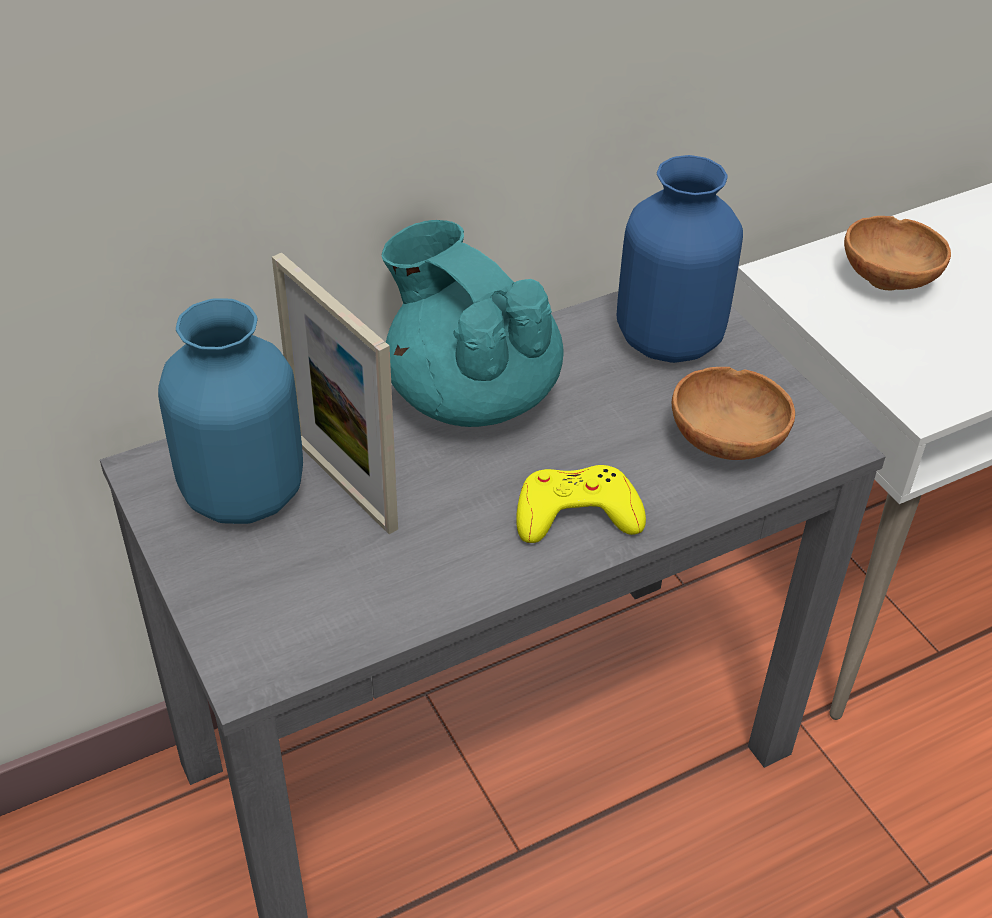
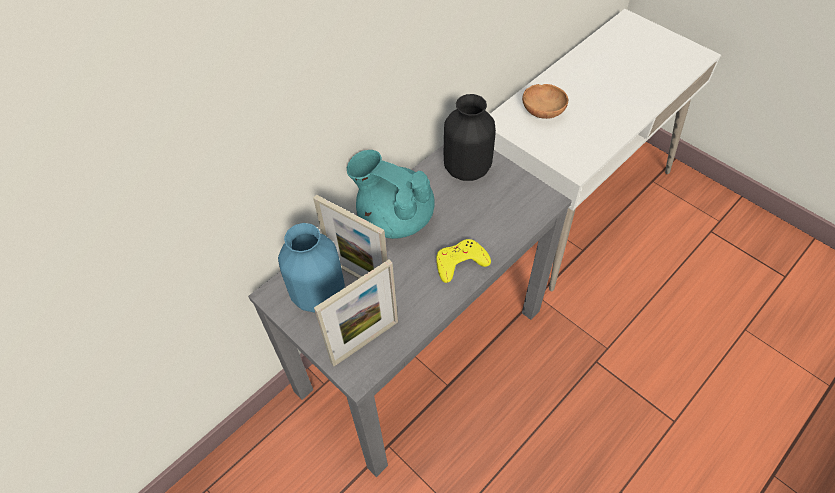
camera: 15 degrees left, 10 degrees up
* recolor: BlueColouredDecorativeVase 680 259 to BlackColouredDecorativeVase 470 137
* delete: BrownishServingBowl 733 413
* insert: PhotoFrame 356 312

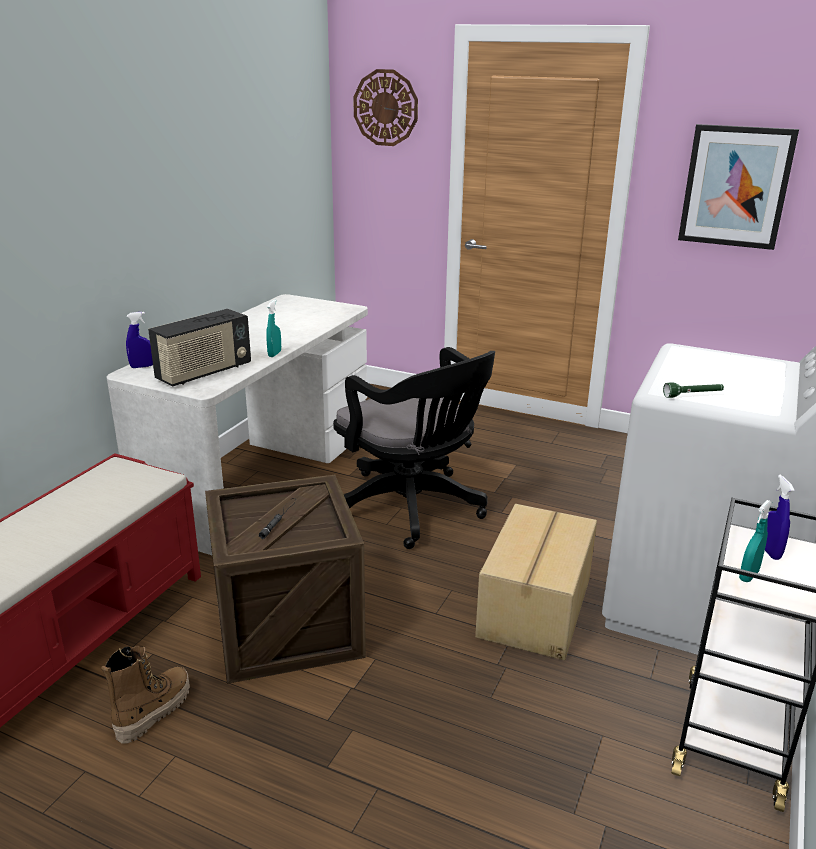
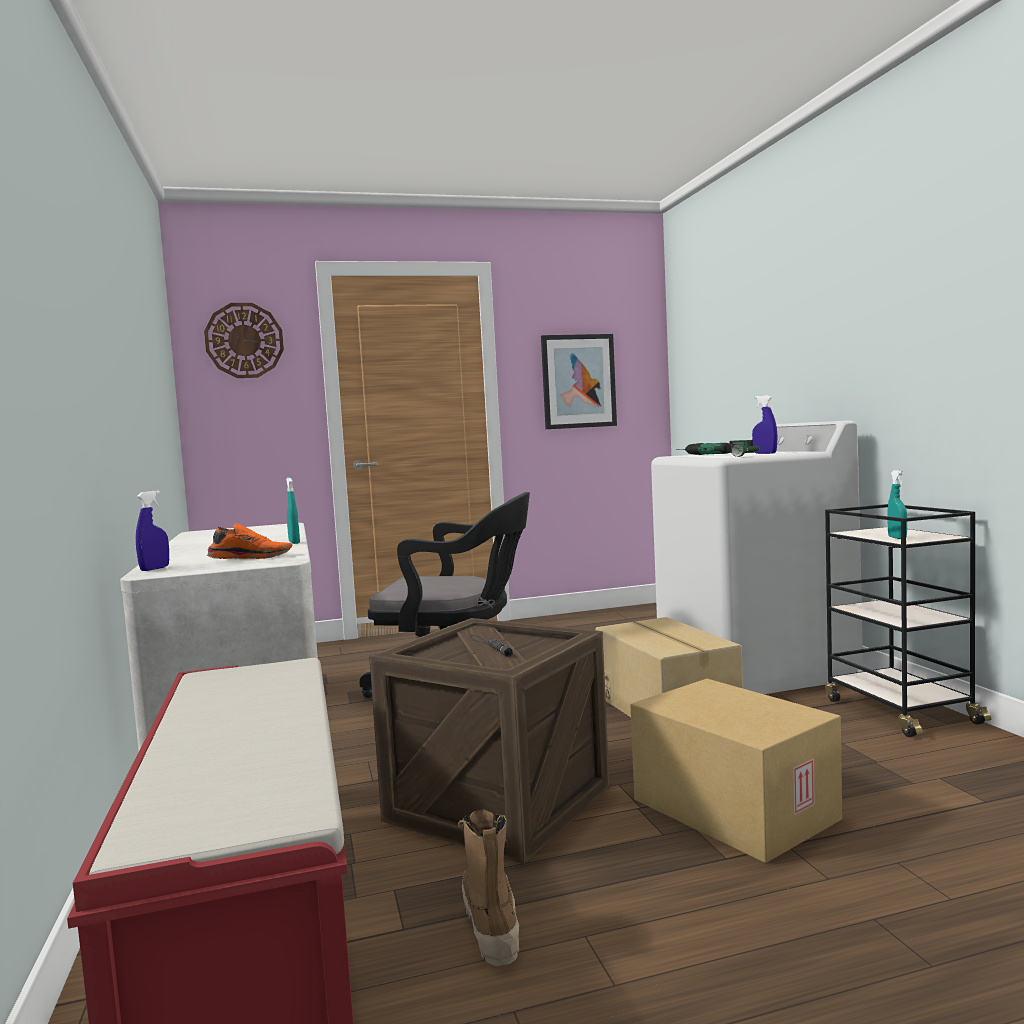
camera: 40 degrees left, 20 degrees down
* replace: Radio 199 347 to OrangeColouredLowShoe 250 541
* move: BlueColouredSprayBottle 780 517 to 765 424
* insert: Drill 715 447
* insert: PackingBox 736 771

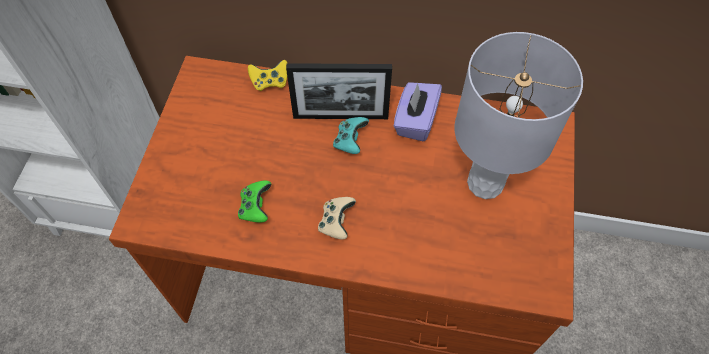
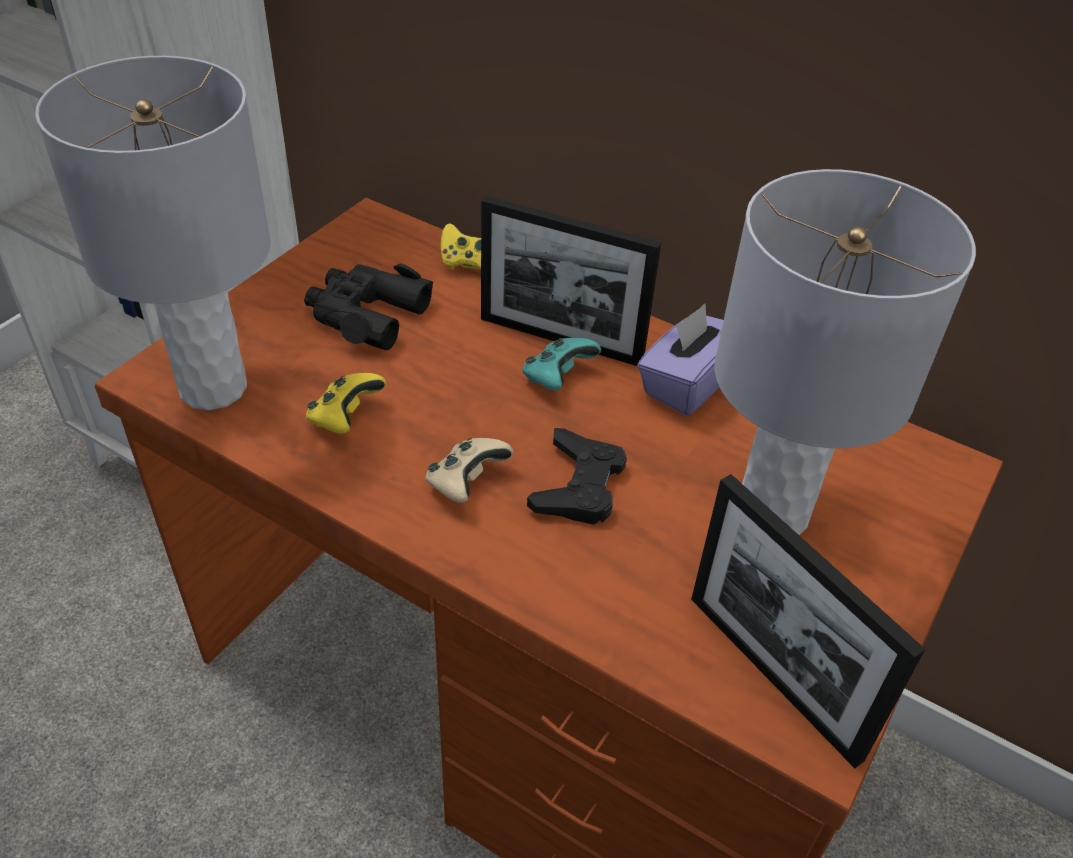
camera: 20 degrees right, 15 degrees down
* recolor: GreenColouredJoypad 254 201 to YellowJoypad 346 403
* insert: GrayTableLamp 153 233
* insert: BlackColouredPairOfBinoculars 368 307
* insert: BlackColouredJoypad 577 476
* insert: PhotoFrame 808 621

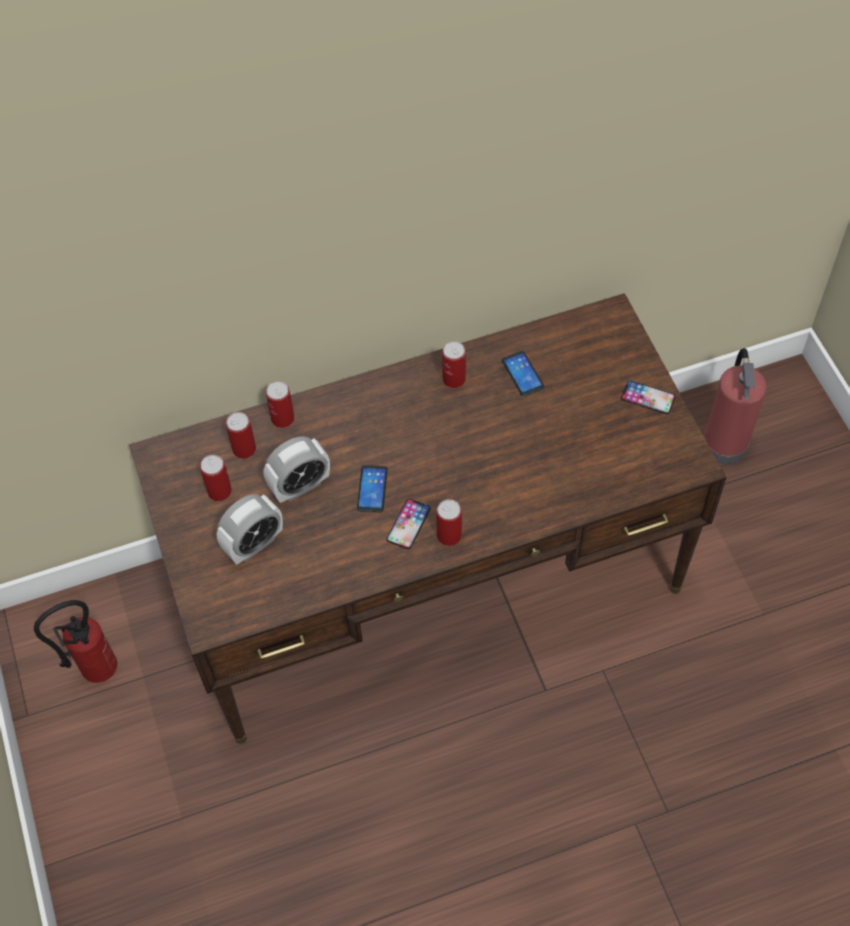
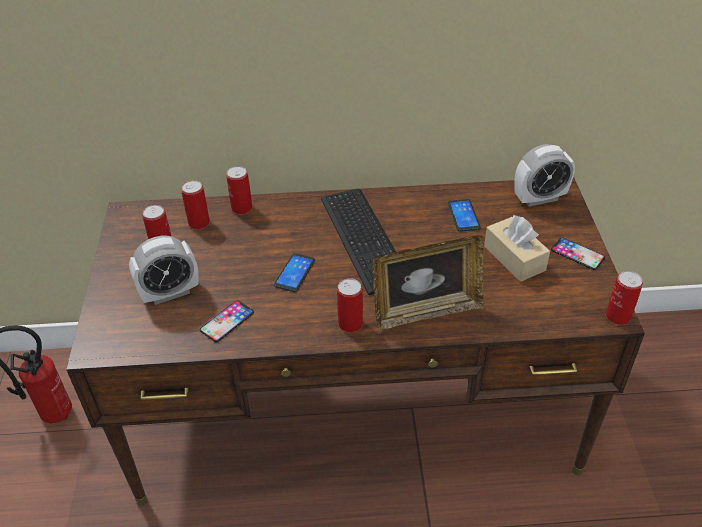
camera: 15 degrees right, 15 degrees down
* move: Can 454 364 to 624 298
* delete: FireExtinguisher 735 406
* move: AlarmClock 297 469 to 544 175
* move: Telephone 408 524 to 227 321
* insert: ComputerKeyboard 358 242
* insert: BeigeTissueHolder 517 248
* insert: PhotoFrame 428 282

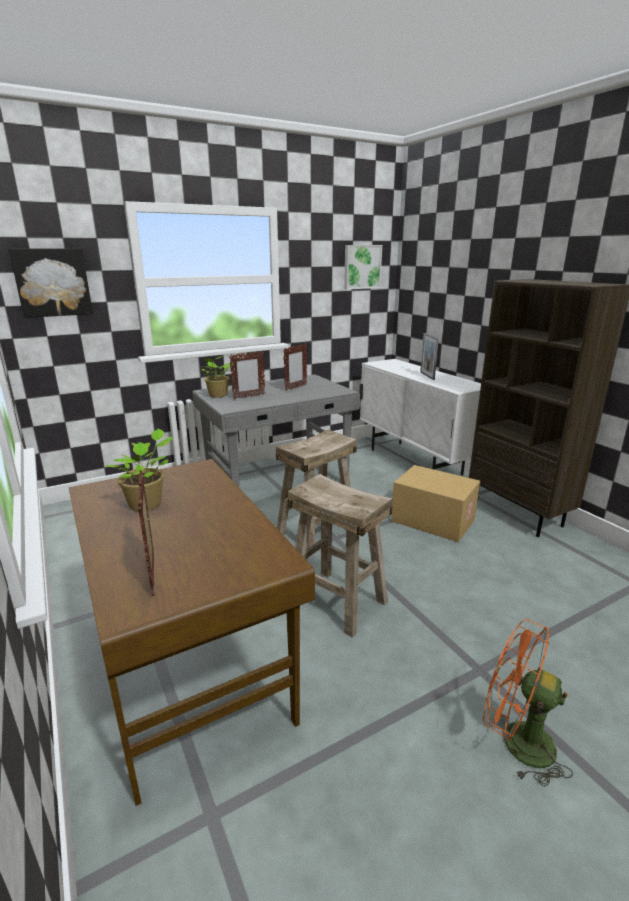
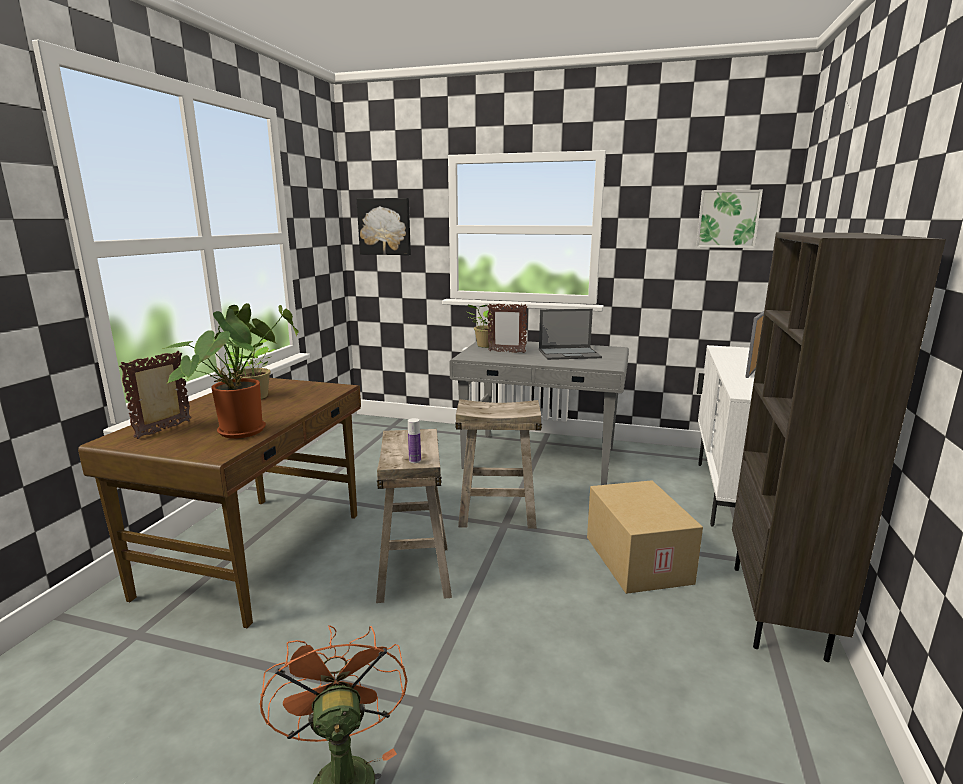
camera: 45 degrees right, 5 degrees down
* replace: PhotoFrame 295 367 to Laptop 570 334
* insert: PlantInAPot 230 371
* insert: DrinkBottle 414 440

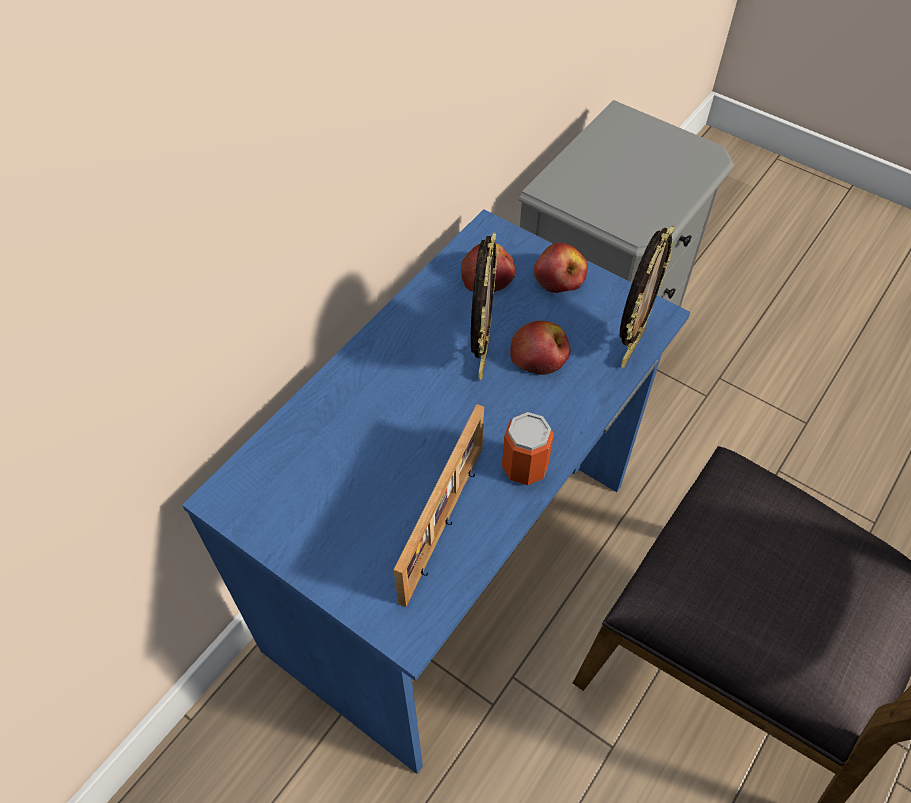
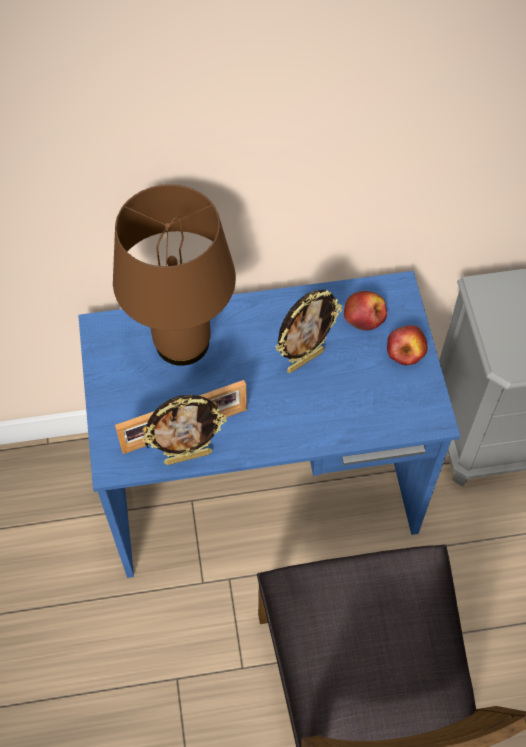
camera: 45 degrees right, 5 degrees up
* move: PhotoFrame 647 296 to 184 429
* delete: WholeApple 540 348
* delete: Can 528 448
* insert: BrownishTableLamp 174 275

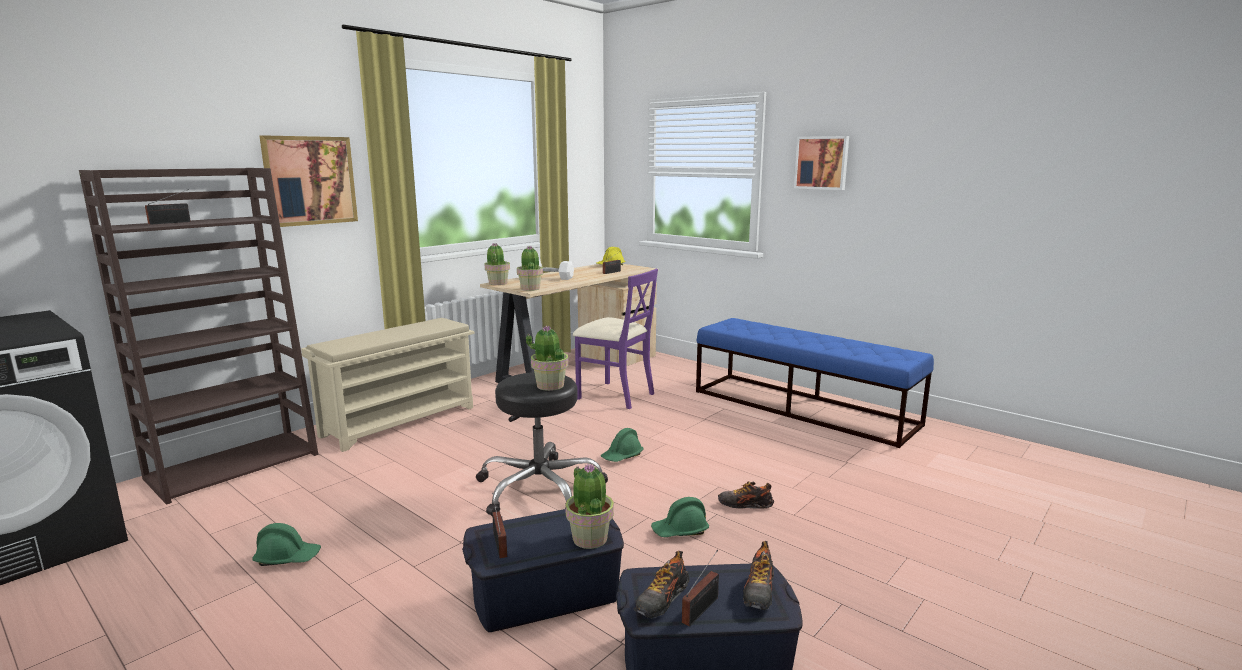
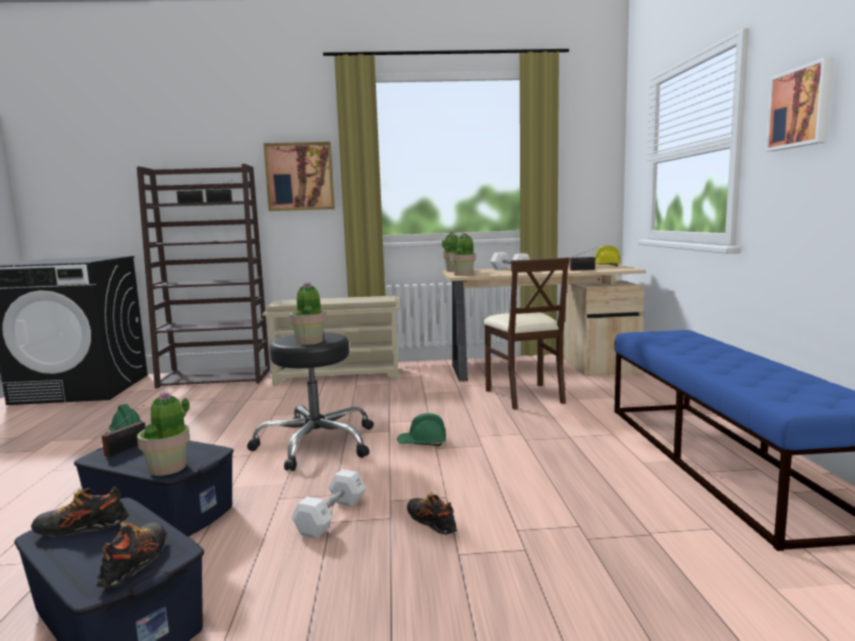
camera: 45 degrees right, 5 degrees down
* recolor: PurpleUprightChair 615 339 to BeigeUprightChair 526 333
* replace: GreenColouredWorkHelmet 680 517 to WhitishFreeWeight 328 503
* rotate: LowShoe 758 575 = 131 554 120 degrees clockwise
* move: Radio 700 588 to 219 191

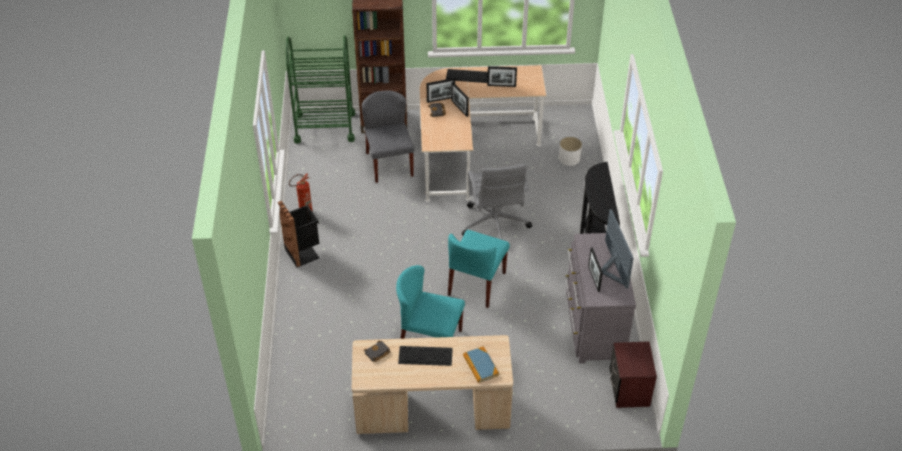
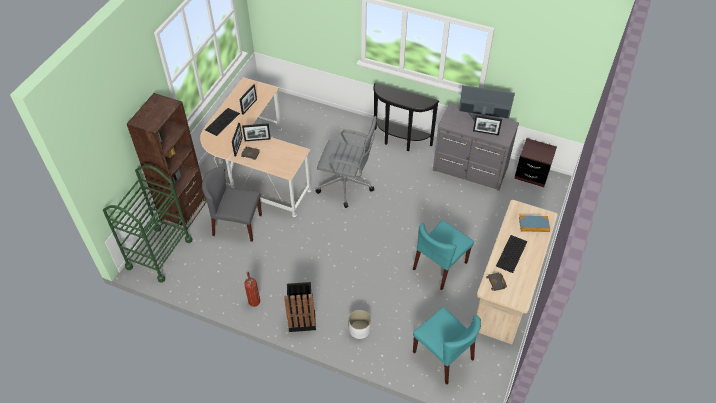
camera: 65 degrees left, 5 degrees up
* move: WhitishPlantPot 570 151 to 360 324
* move: TurquoiseUprightChair 479 269 to 447 346

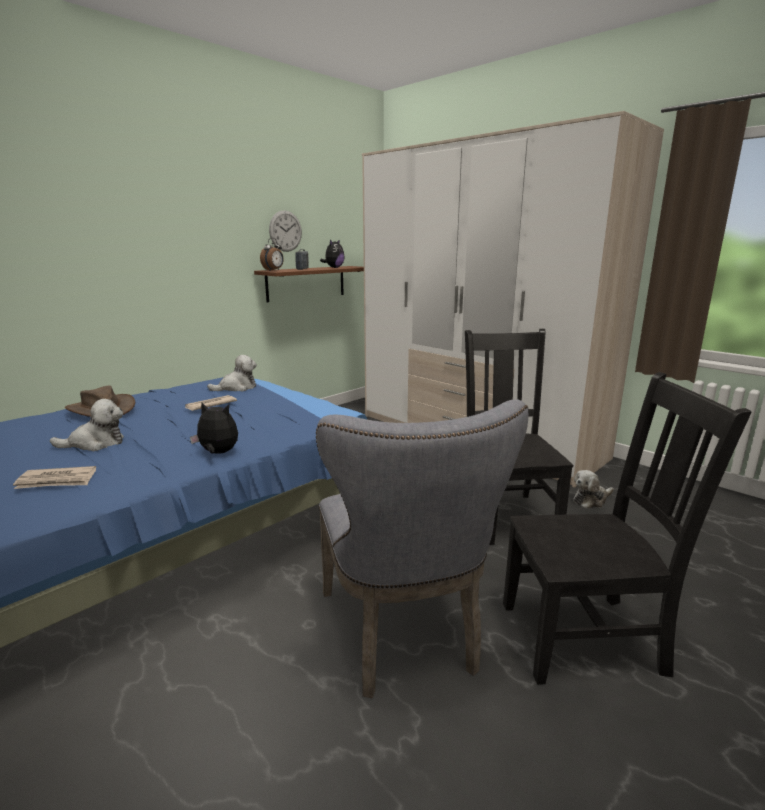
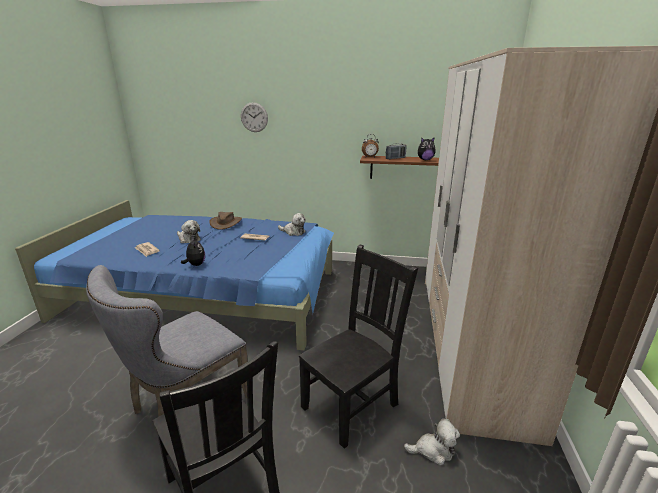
camera: 55 degrees right, 5 degrees up
* move: WallClock 285 231 to 254 117
* rotate: PlushToy 593 489 = 432 442 150 degrees clockwise

